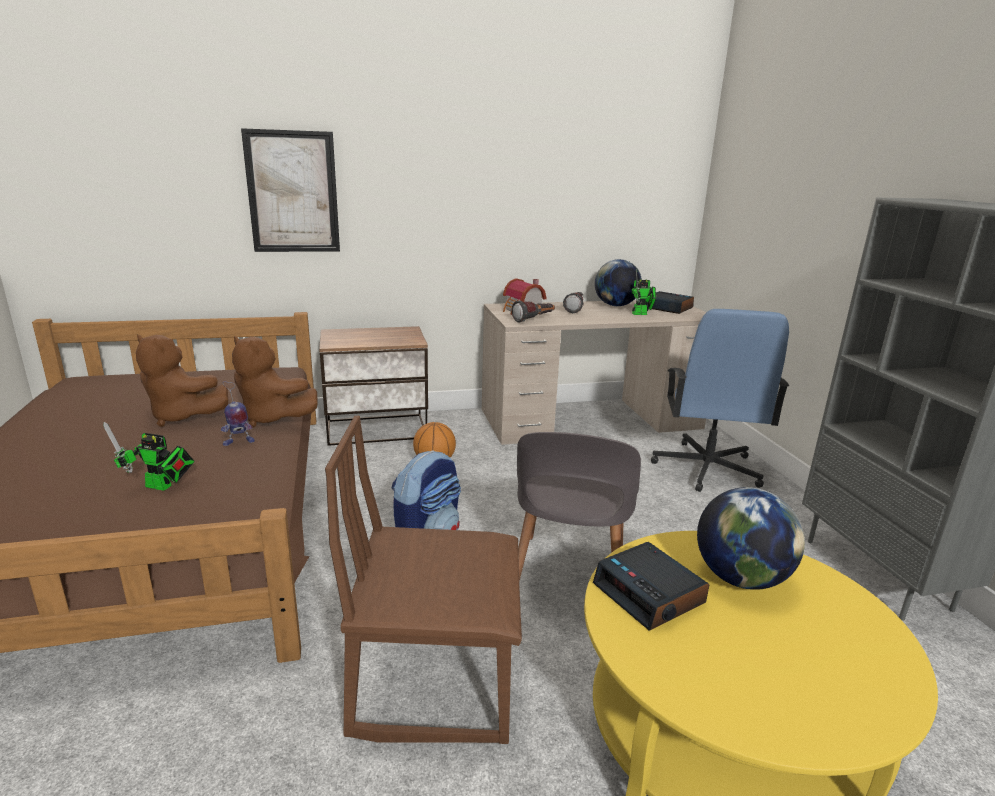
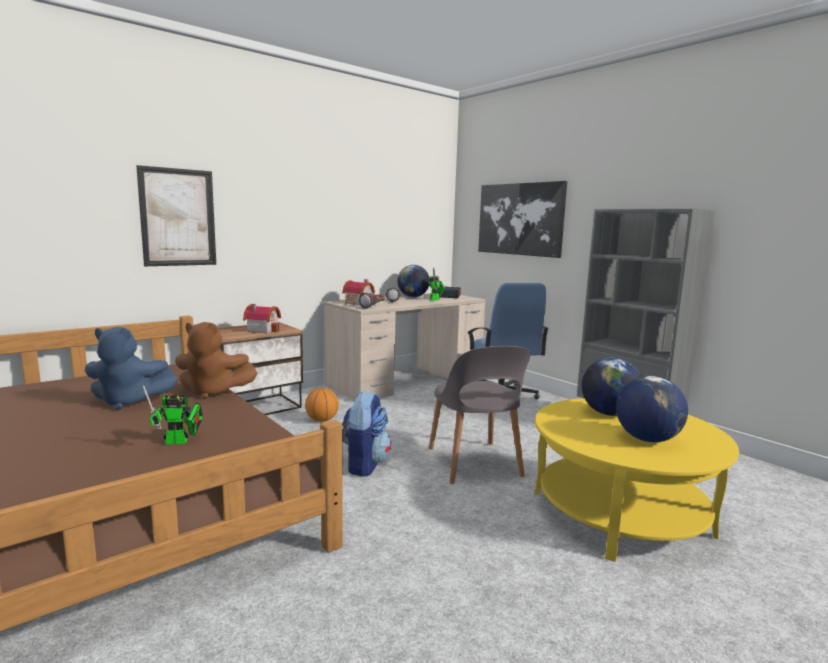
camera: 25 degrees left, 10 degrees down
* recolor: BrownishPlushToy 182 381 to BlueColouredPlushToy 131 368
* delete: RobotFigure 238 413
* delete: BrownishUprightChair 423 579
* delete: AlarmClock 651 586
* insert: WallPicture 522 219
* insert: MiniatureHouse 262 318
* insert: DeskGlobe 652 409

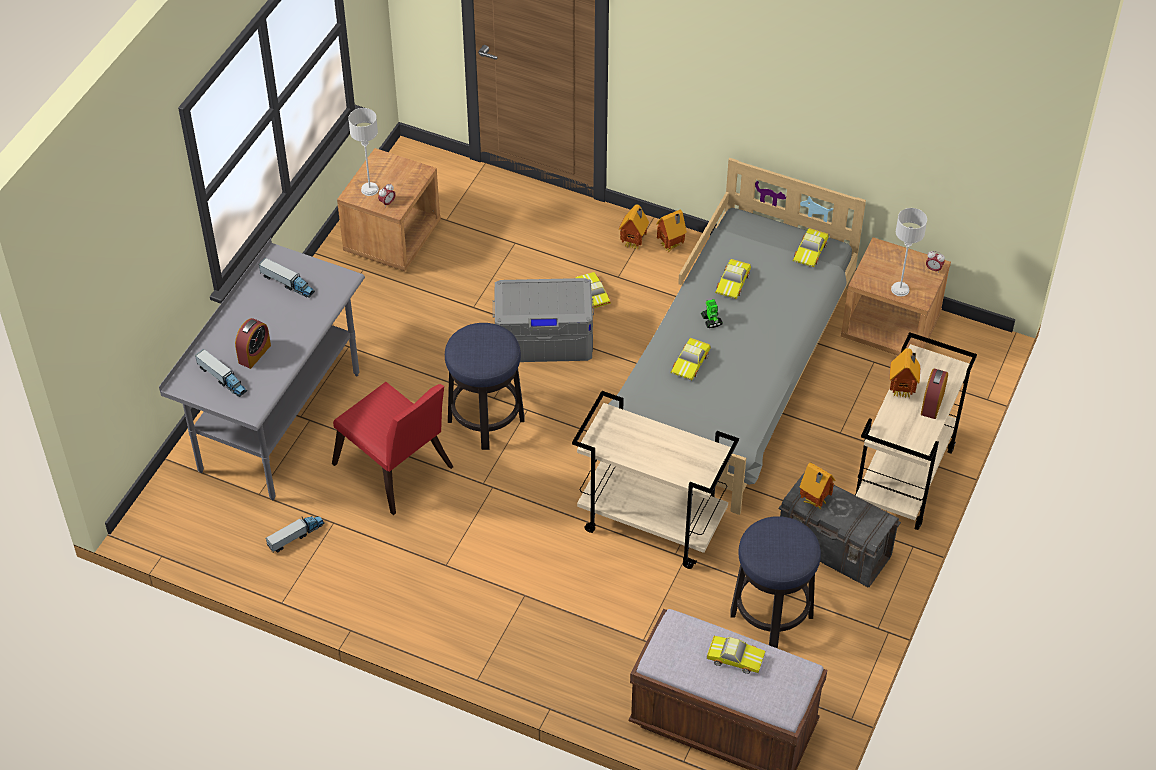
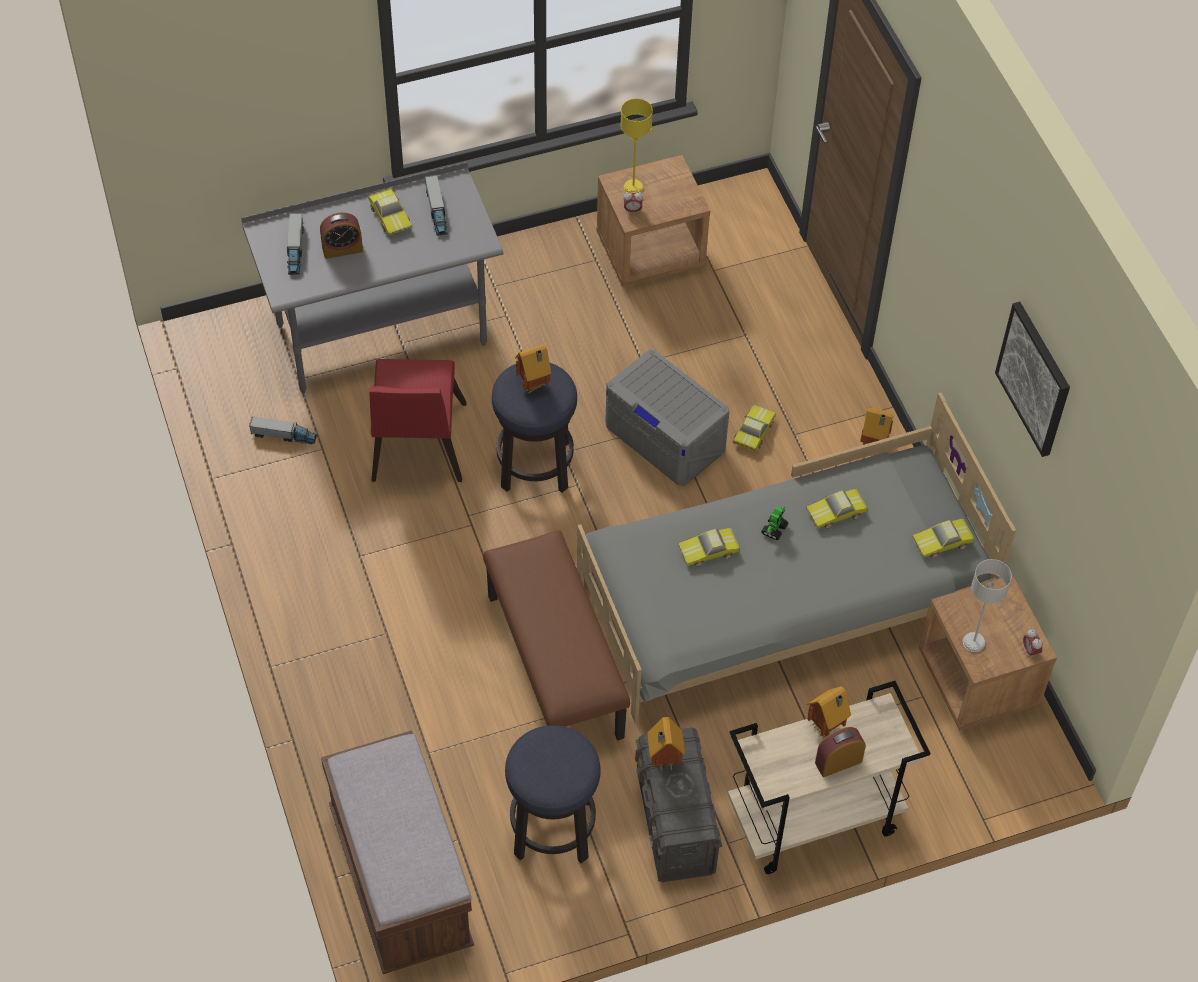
camera: 45 degrees right, 5 degrees up
* recolor: GrayTableLamp 363 152 to YellowTableLamp 636 146
* move: MiniatureHouse 633 226 to 533 368
* replace: BeigeCart 655 480 to BrownishLongSeat 556 635
* move: MiniatureCar 736 655 to 390 211
* insert: WallPicture 1032 379

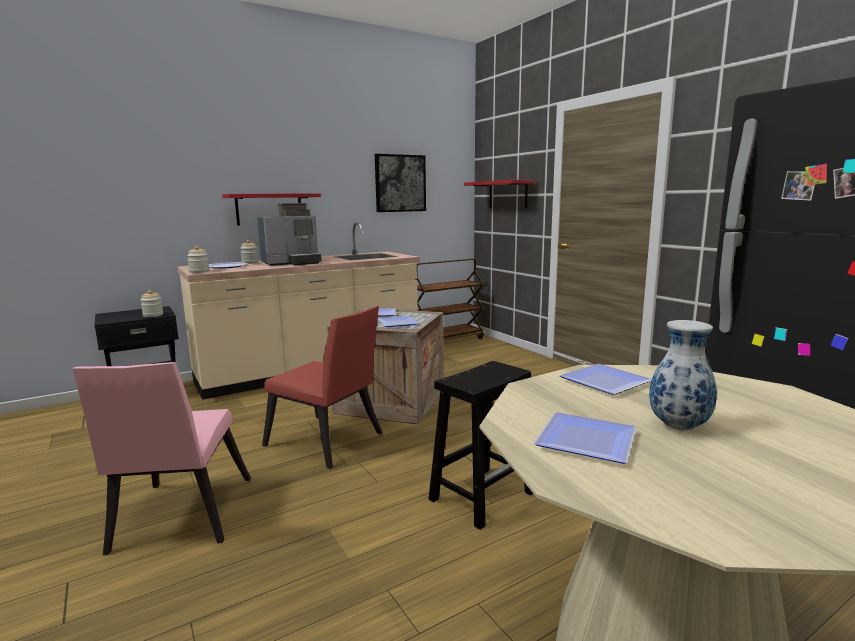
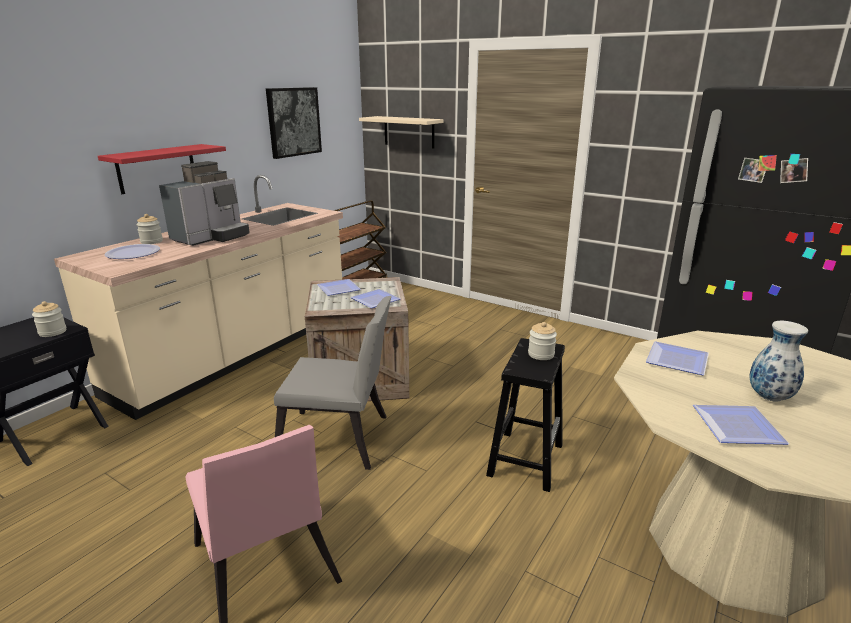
camera: 25 degrees left, 10 degrees up
* recolor: RedBracketShelf 499 194 to BeigeBracketShelf 401 132
* move: StorageJar 198 259 to 542 341
* recolor: RedUprightChair 322 387 to GrayUprightChair 332 383

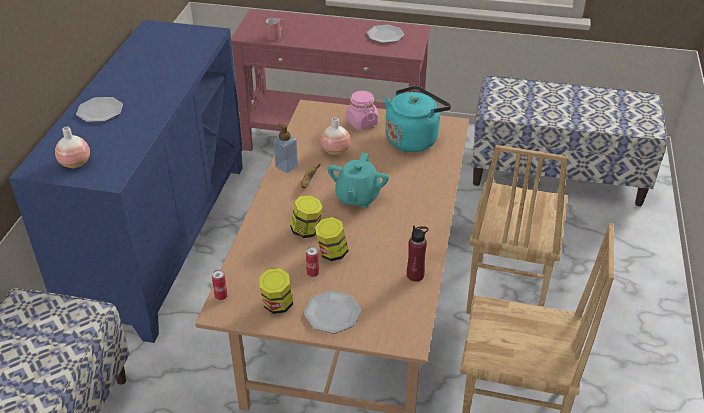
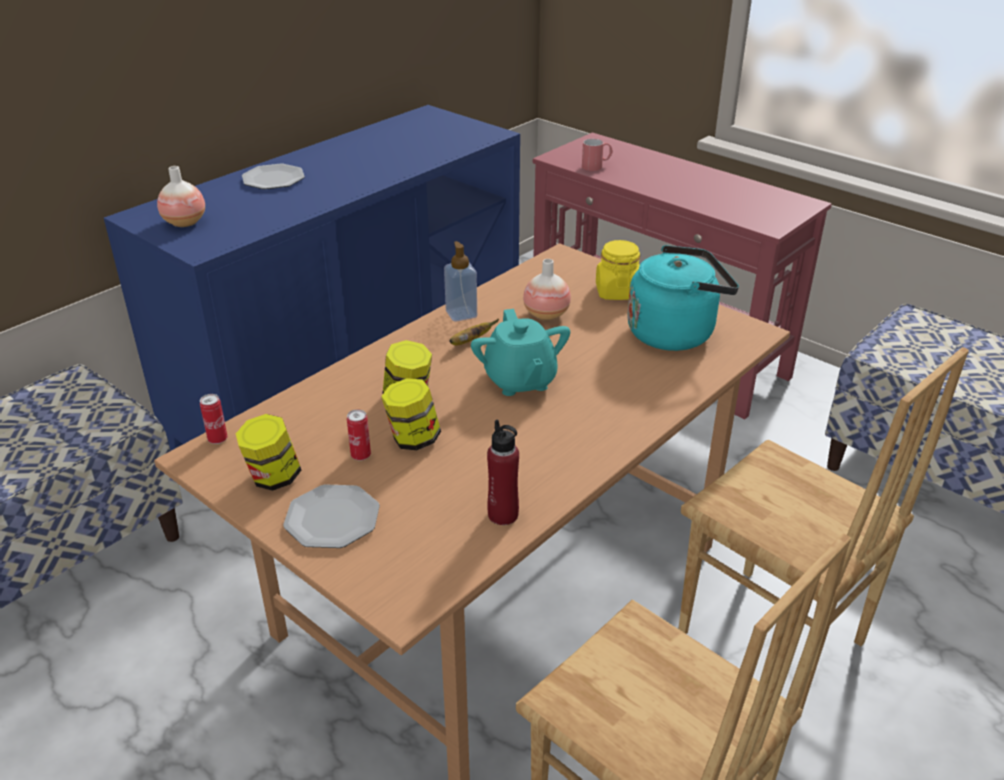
camera: 30 degrees right, 5 degrees down
* delete: Plate 385 34
* recolor: PinkColouredStorageJar 362 110 to YellowStorageJar 618 270
* rotate: BrownishUprightChair 517 229 = 823 528 90 degrees counterclockwise
* rotate: TurquoiseTeaPot 358 180 = 520 352 60 degrees counterclockwise

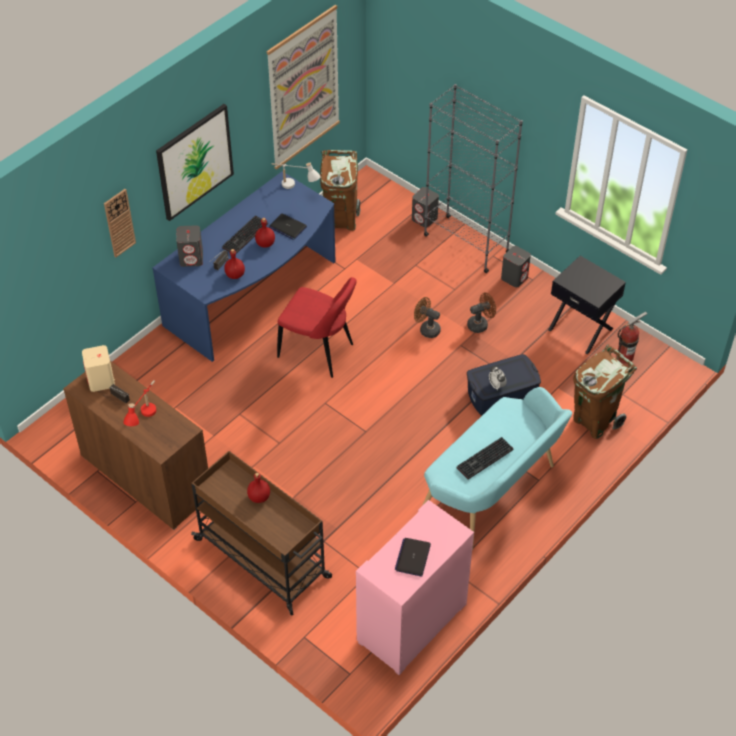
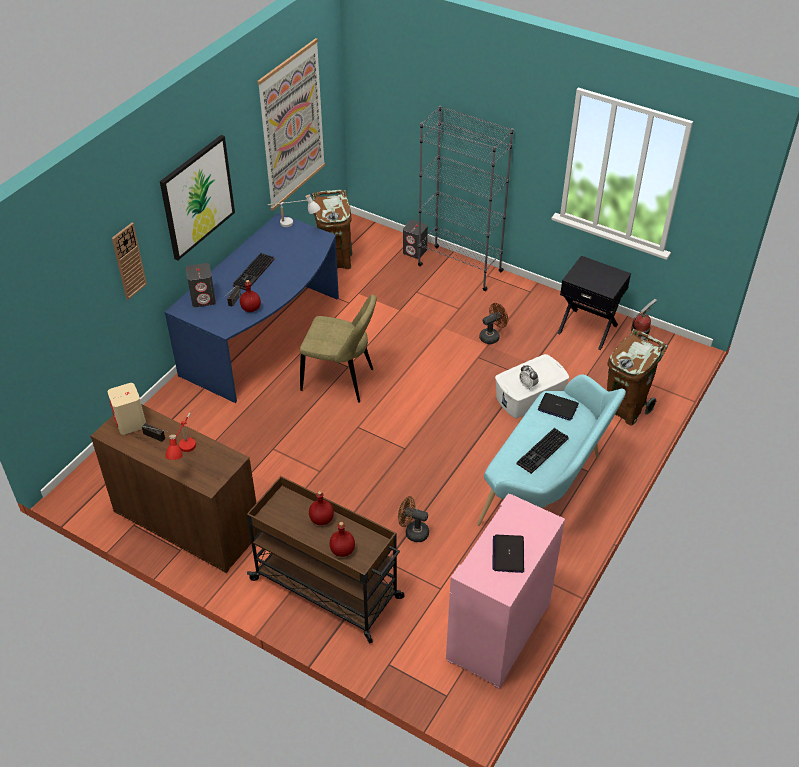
camera: 10 degrees left, 5 degrees down
* move: Laptop 288 226 to 558 407
* move: RedDrinkBottle 265 233 to 342 539
* delete: GrayAudioSpeaker 516 267
* recolor: RedUprightChair 317 327 to BeigeUprightChair 338 349
* move: BrownishCoolingFan 427 317 to 413 519
* recolor: BlueColouredStorageBox 504 385 to WhitishStorageBox 532 386

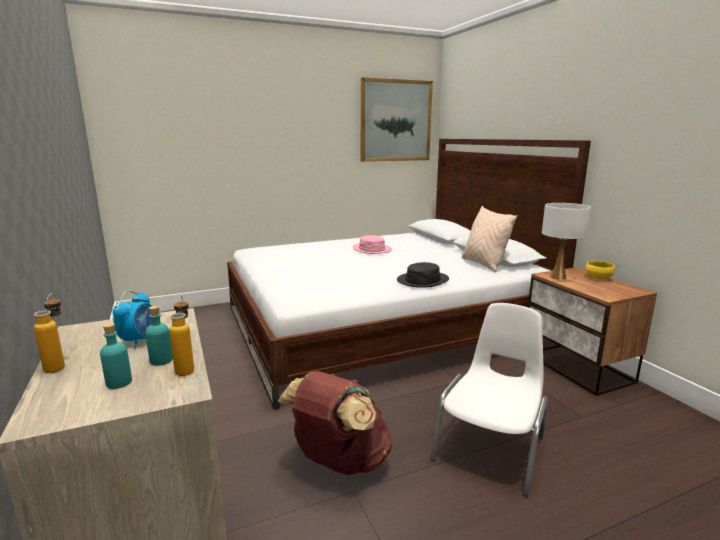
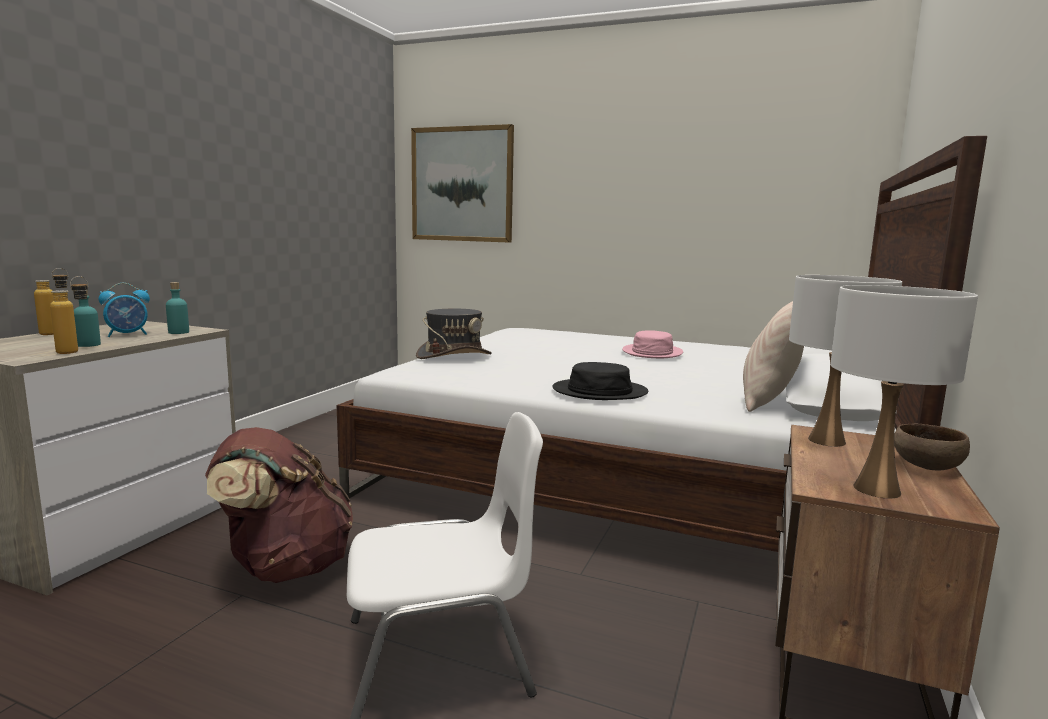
camera: 45 degrees right, 5 degrees down
* move: WallPicture 397 119 to 462 183
* recolor: YellowServingBowl 600 270 to BrownishServingBowl 932 447
* move: TurquoiseDrinkBottle 116 356 to 177 308
* insert: WhitishTableLamp 904 392
* insert: GrayWearableHat 454 334

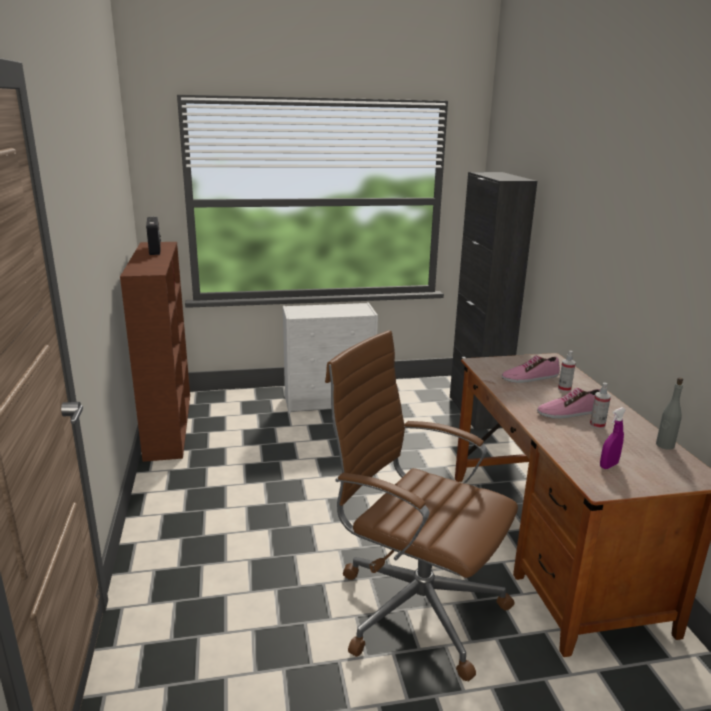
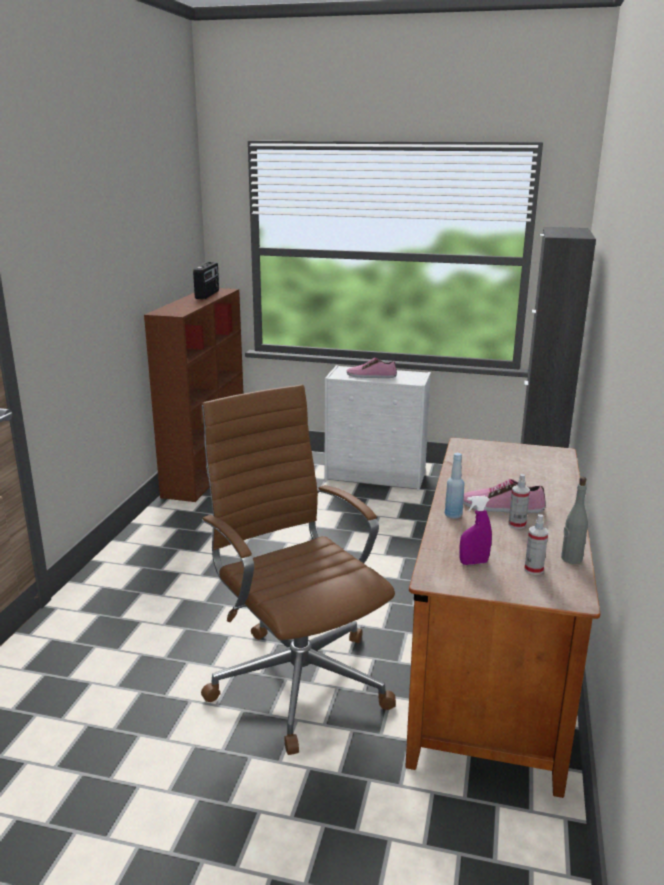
camera: 25 degrees right, 0 degrees up
* move: SprayBottle 567 371 to 536 544
* move: LowShoe 531 369 to 372 368
* insert: BlueColouredDrinkBottle 454 486

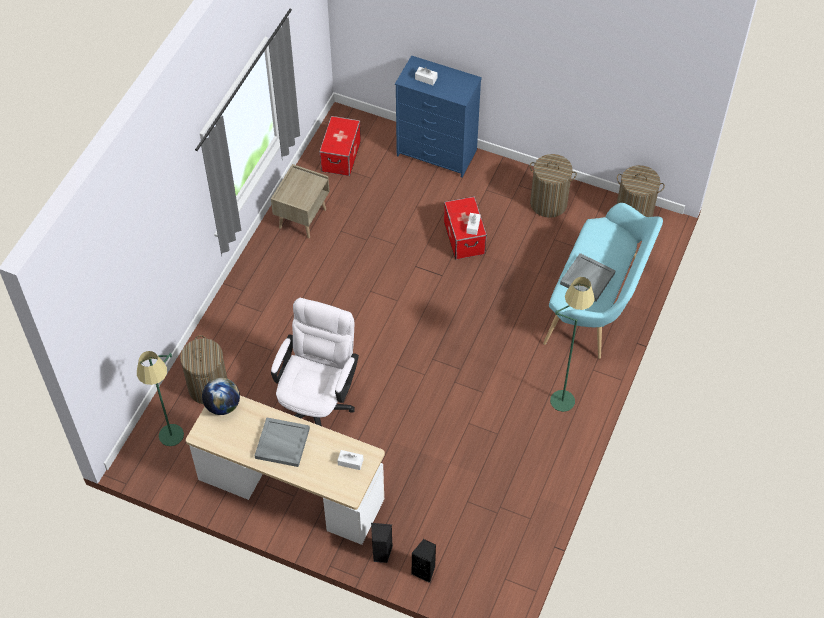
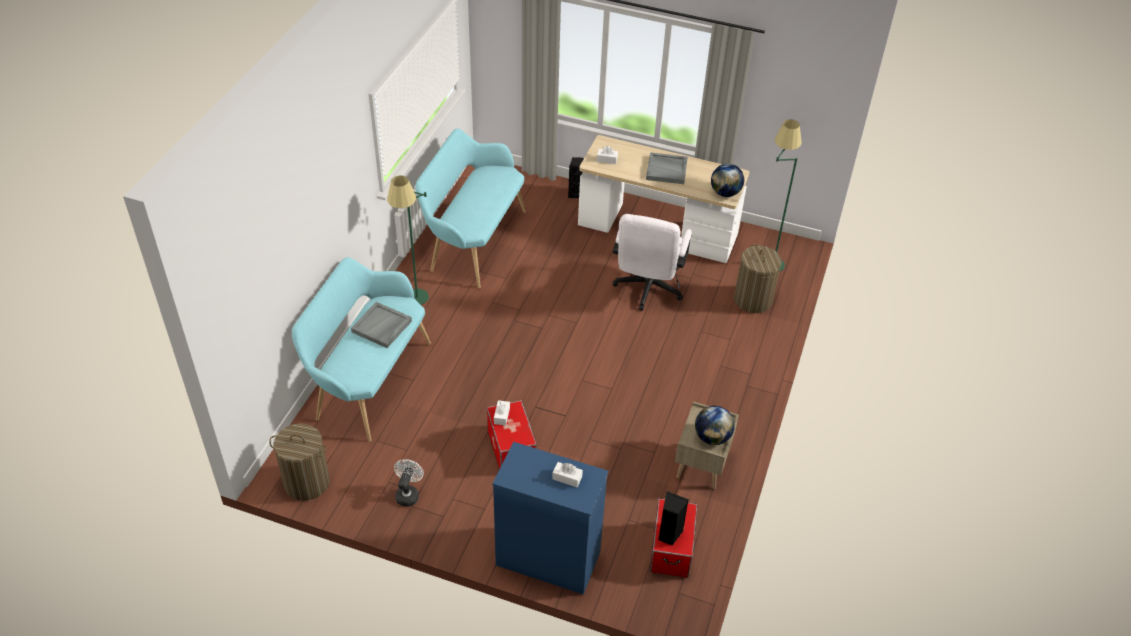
camera: 175 degrees right, 10 degrees down
* replace: WashingBasket 553 186 to WhitishCoolingFan 409 483
* move: BlackColouredAudioSpeaker 423 561 to 673 518
* insert: TurquoiseLongSeat 470 208
* insert: DeskGlobe 715 425

